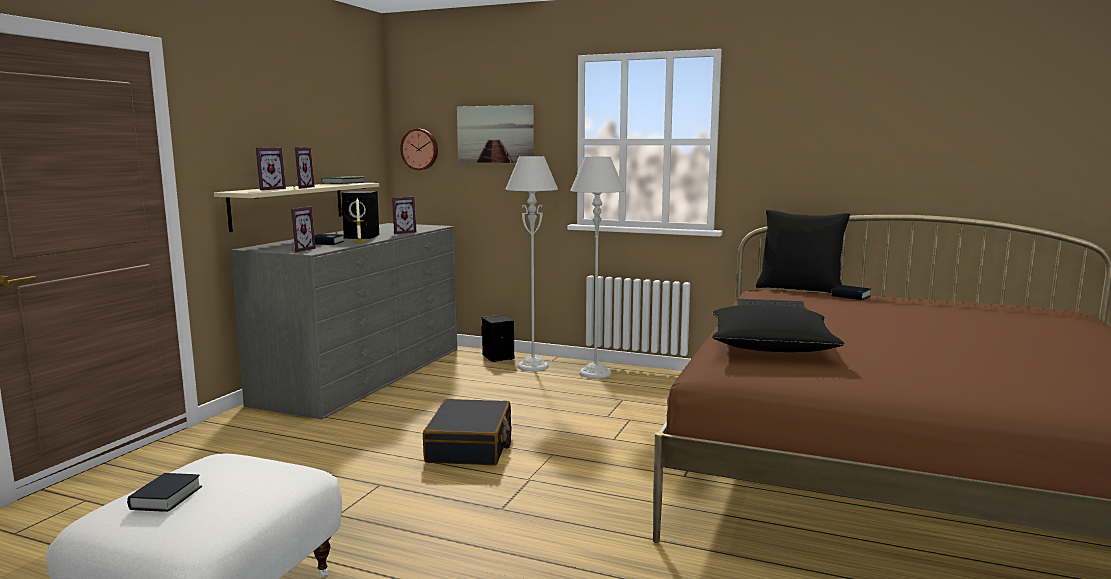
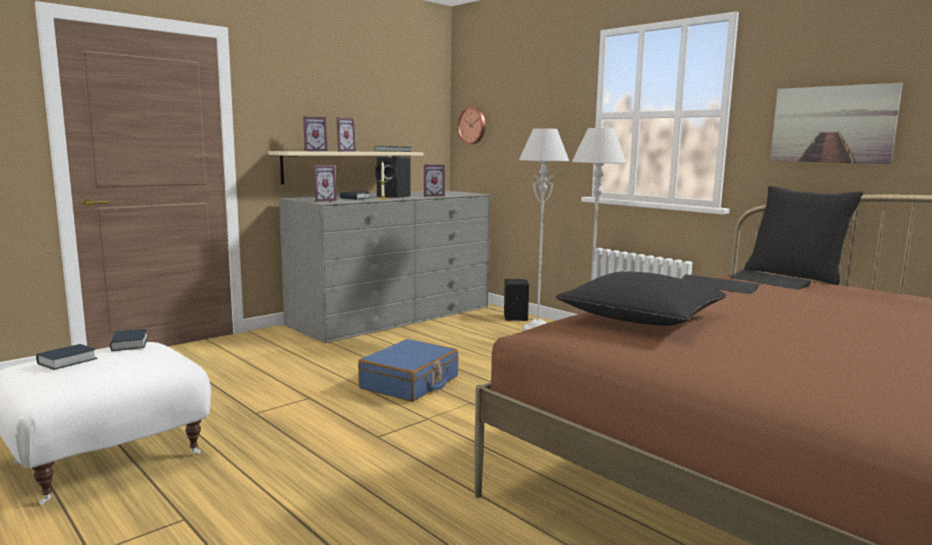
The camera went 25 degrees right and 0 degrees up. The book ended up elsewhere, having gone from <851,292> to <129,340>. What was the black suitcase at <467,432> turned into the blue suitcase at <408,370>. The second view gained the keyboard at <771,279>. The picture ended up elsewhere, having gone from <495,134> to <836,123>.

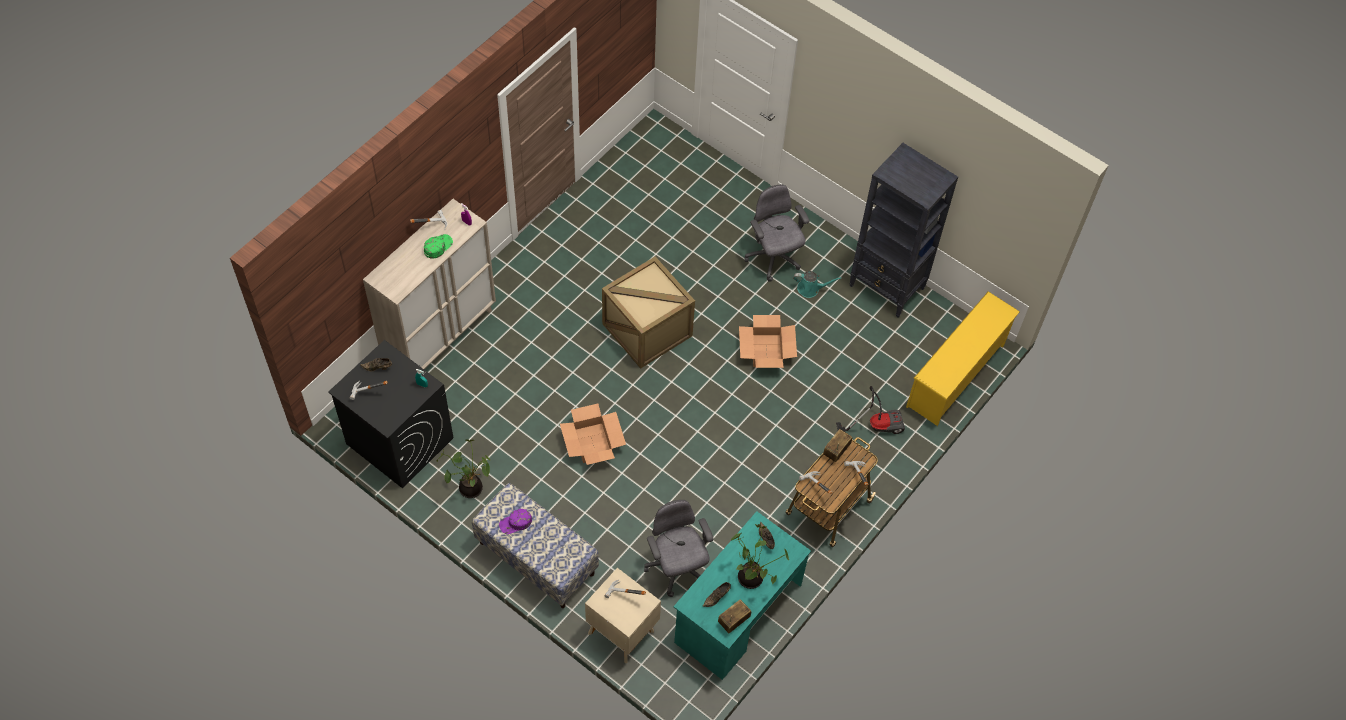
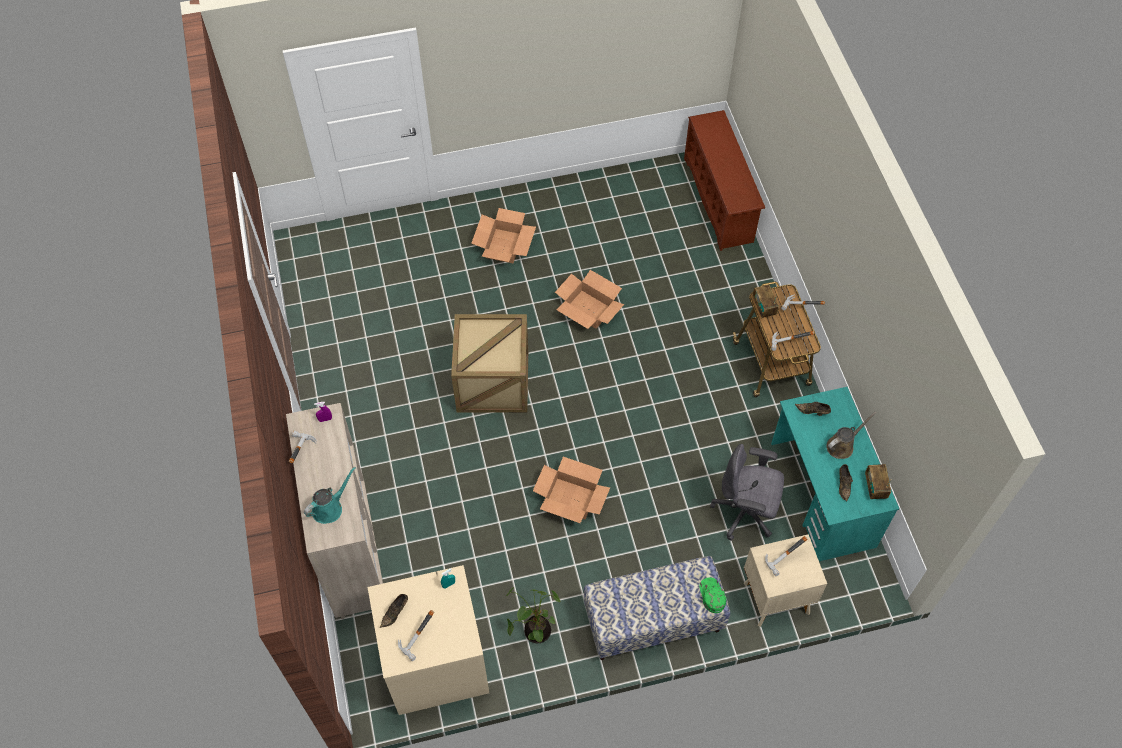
The camera went 50 degrees left and 0 degrees up. The turquoise watering can ended up elsewhere, having gone from <817,284> to <330,495>. What was the black washing machine at <390,414> turned into the beige washing machine at <428,640>. Where the grey office chair stood at <777,233>, the cardboard box came to stand at <503,235>. What was the yellow shoe rack at <963,358> turned into the brown shoe rack at <724,180>. The green cap ended up elsewhere, having gone from <438,246> to <713,595>. Where the potted plant stood at <760,556>, the brown watering can came to stand at <851,435>. The second view lost the purple cap at <515,521>. The second view lost the vacuum cleaner at <870,410>. The second view lost the black bookcase at <903,230>.

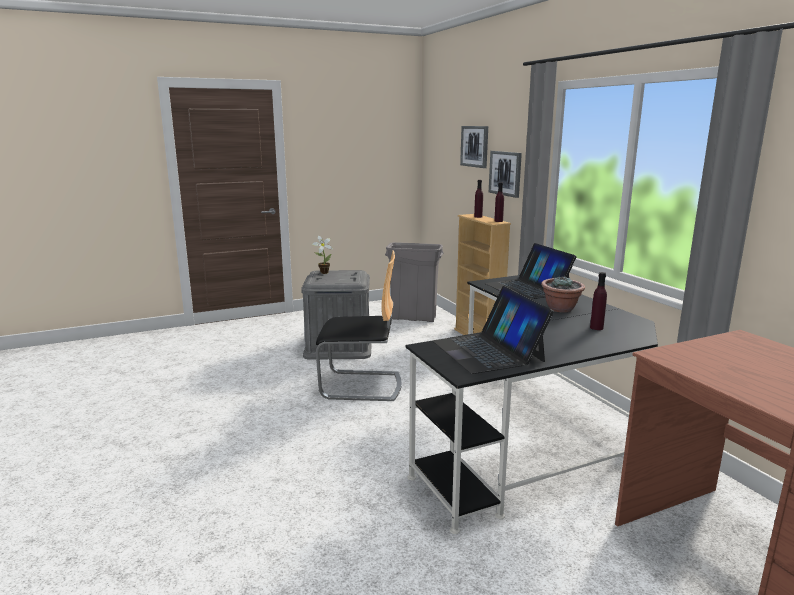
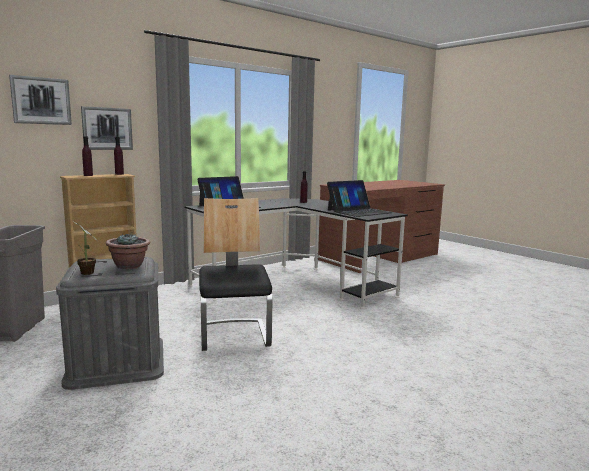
The camera went 105 degrees left and 5 degrees down. The potted plant ended up elsewhere, having gone from <563,294> to <128,251>.

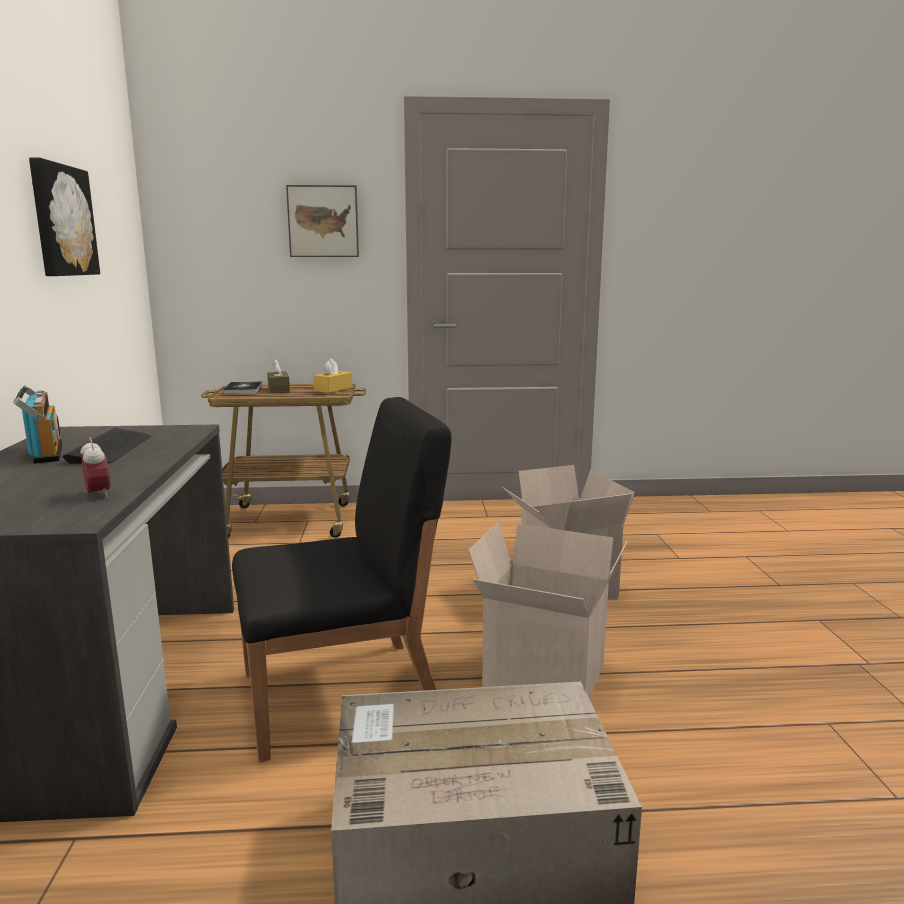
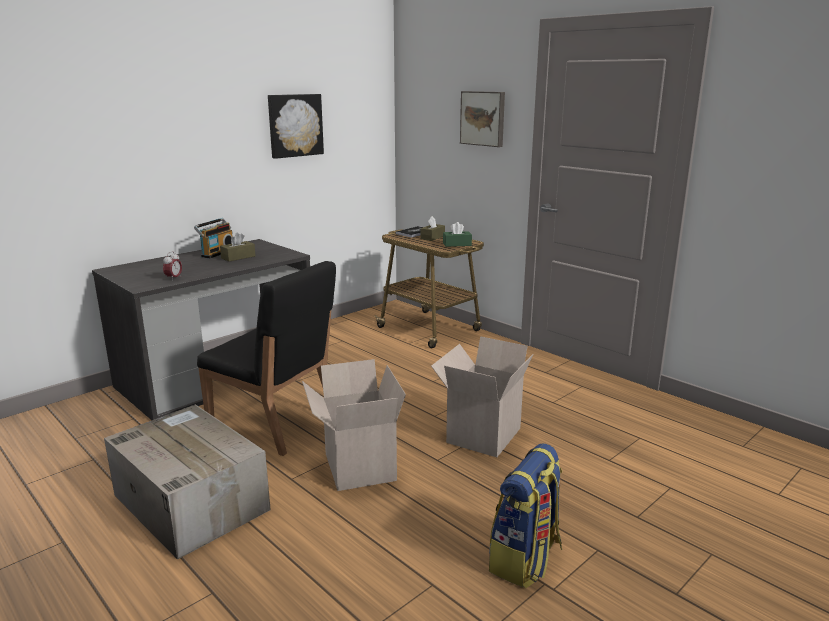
The camera went 50 degrees right and 5 degrees up. Where the keyboard stood at <106,446>, the brown tissue box came to stand at <238,247>. What was the yellow tissue box at <333,375> turned into the green tissue box at <457,234>. The second view gained the backpack at <525,516>.

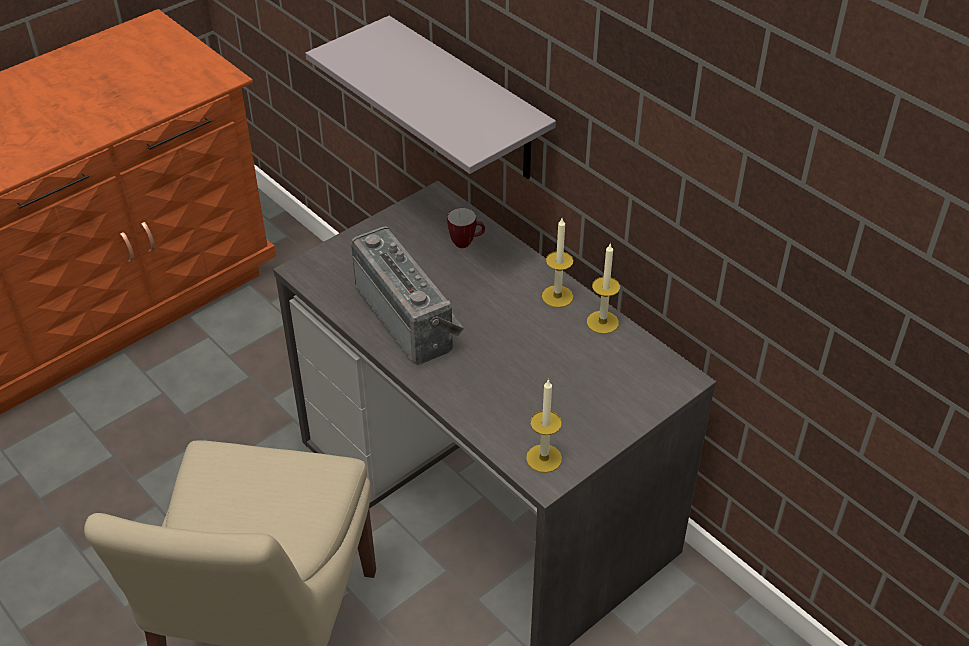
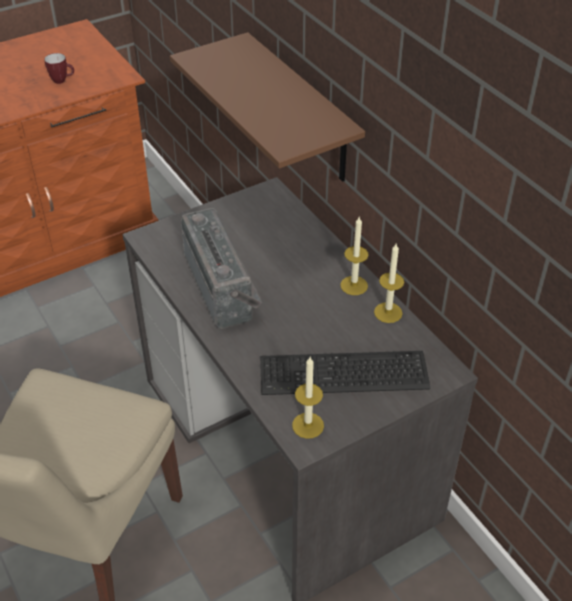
The camera went 10 degrees right and 0 degrees up. The mug ended up elsewhere, having gone from <466,228> to <59,68>. What was the grey shelf at <431,97> turned into the brown shelf at <267,107>. The second view gained the keyboard at <345,373>.

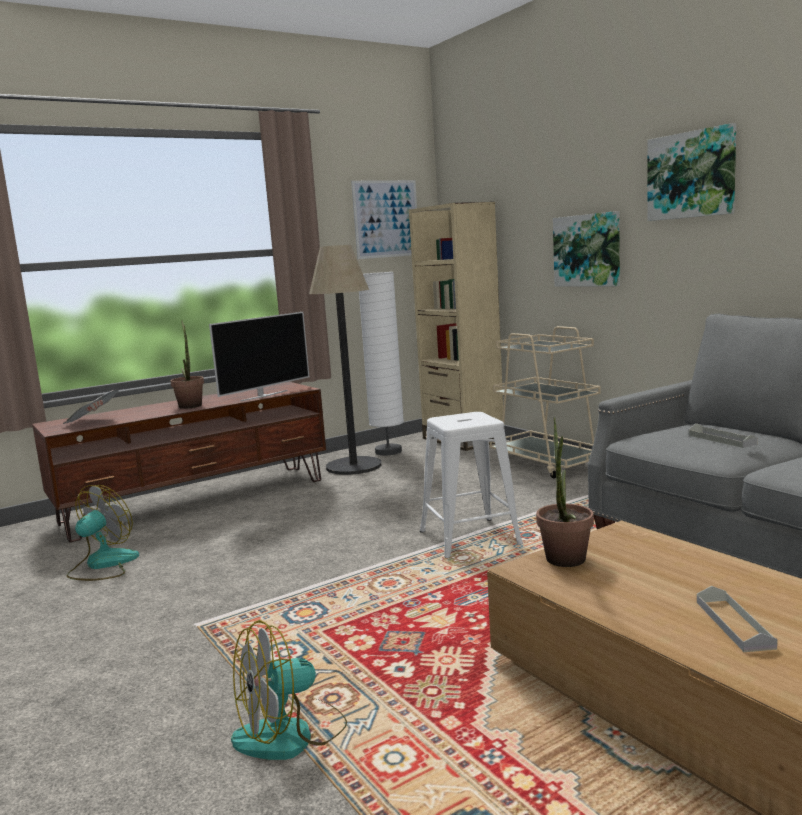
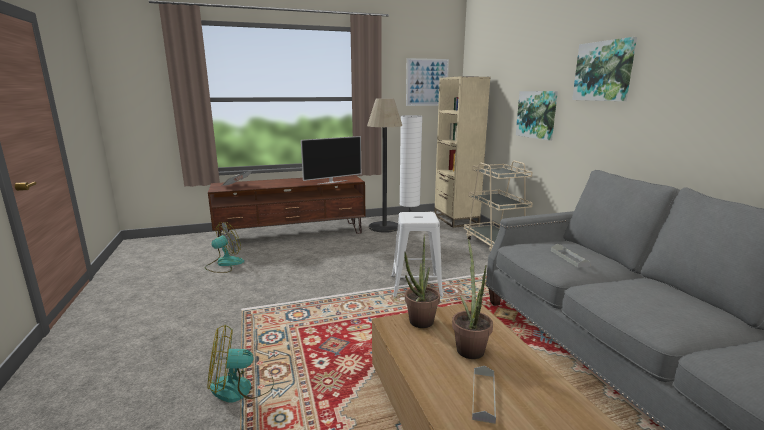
The camera went 15 degrees right and 5 degrees up. The potted plant ended up elsewhere, having gone from <187,364> to <472,299>.

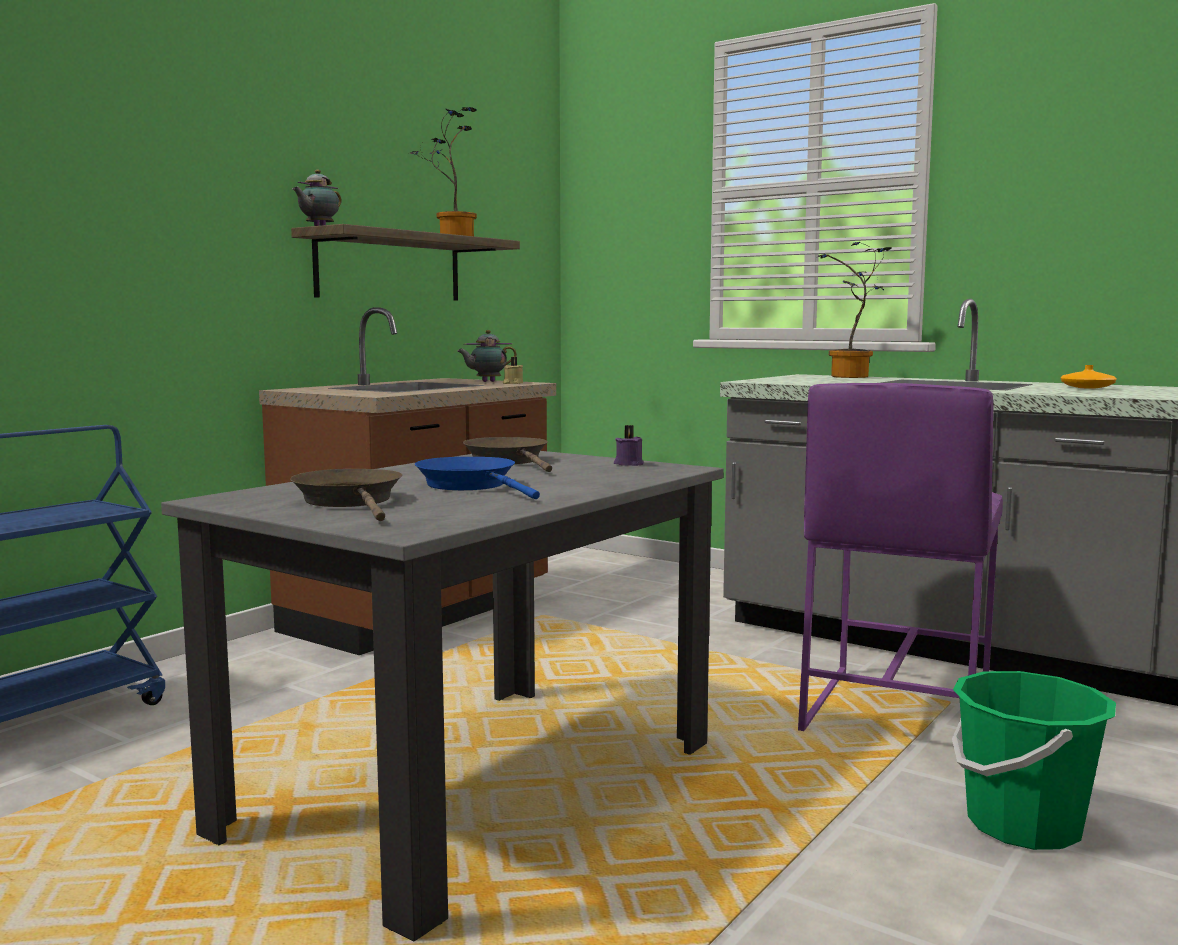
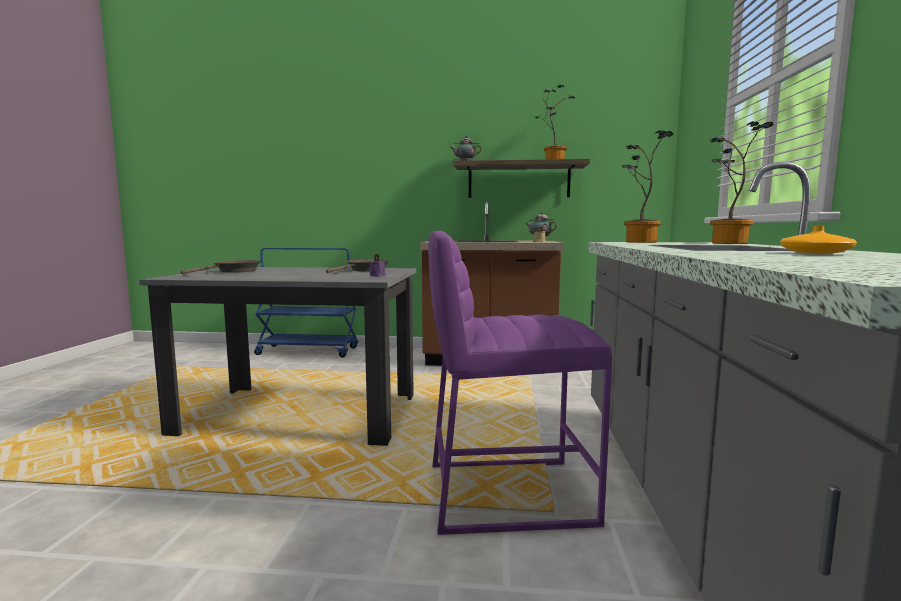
The camera went 60 degrees right and 0 degrees up. The second view gained the potted plant at <647,186>. The second view lost the blue frying pan at <477,478>. The second view lost the green bucket at <1034,760>.

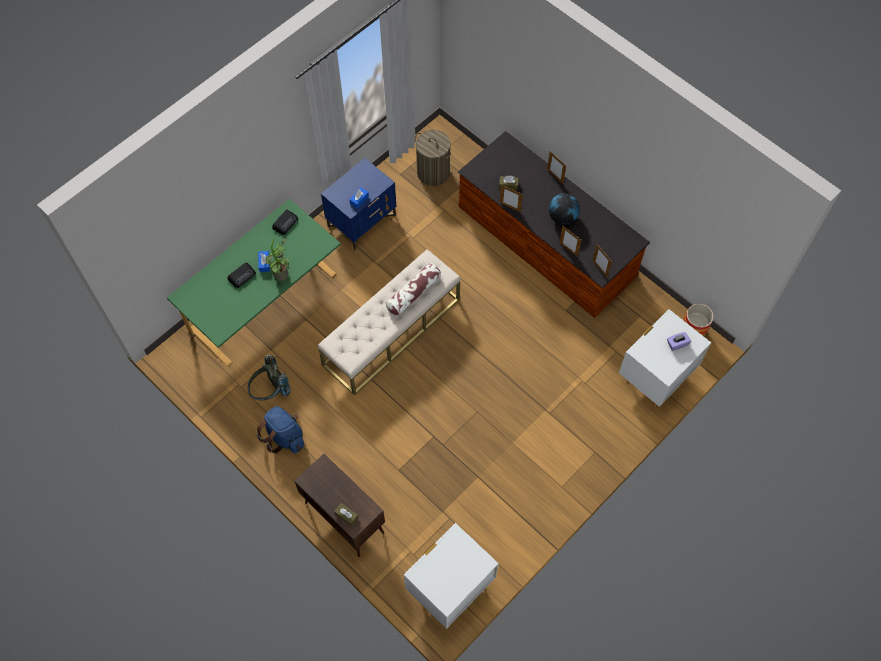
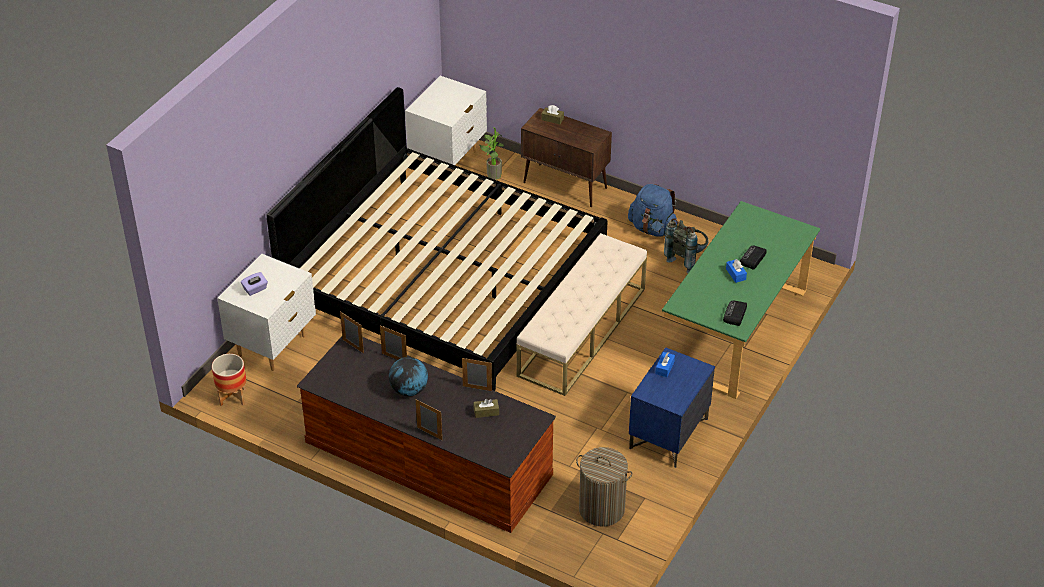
The camera went 165 degrees right and 20 degrees down. The second view gained the bed at <437,239>. The potted plant ended up elsewhere, having gone from <277,259> to <491,153>. The second view lost the pillow at <413,289>.

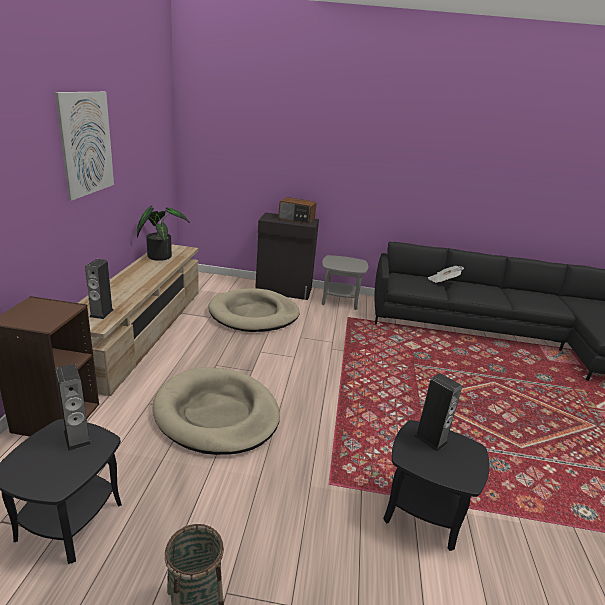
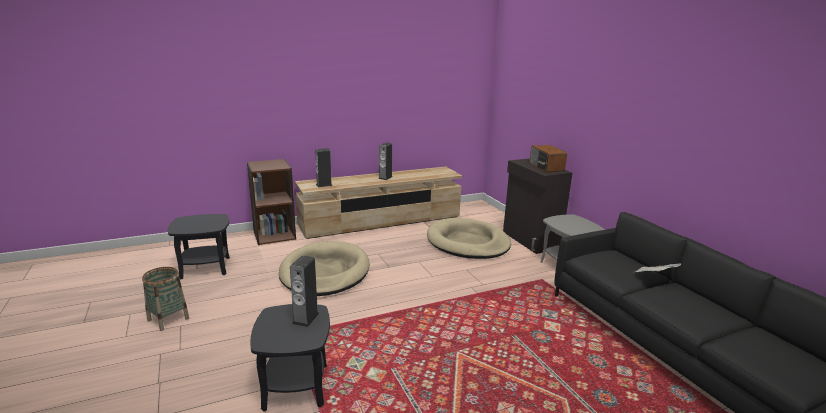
The camera went 60 degrees right and 5 degrees down. The speaker ended up elsewhere, having gone from <73,407> to <385,161>. The second view lost the picture at <84,146>. The second view lost the potted plant at <163,233>.

